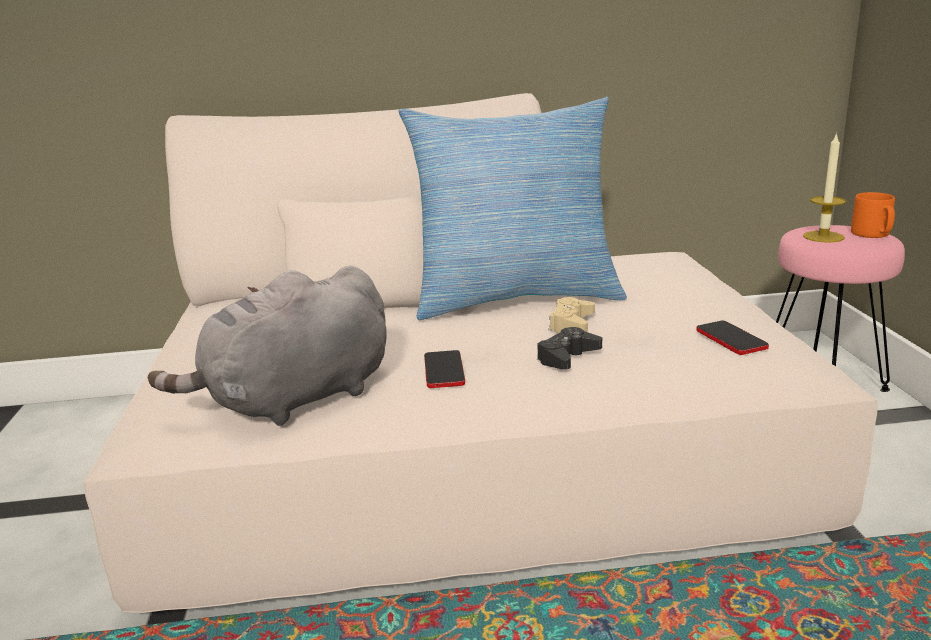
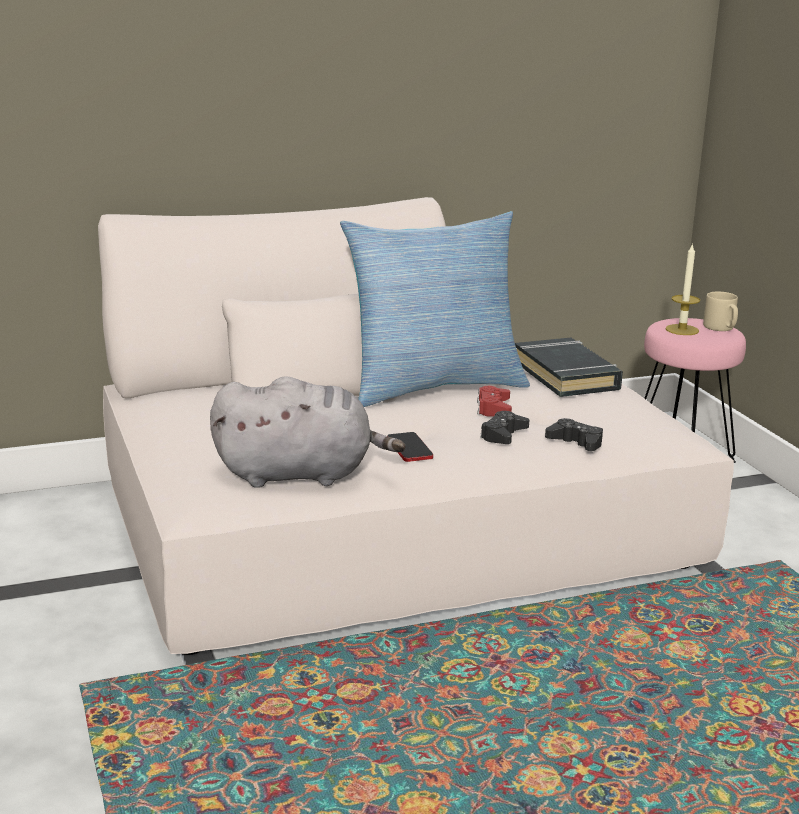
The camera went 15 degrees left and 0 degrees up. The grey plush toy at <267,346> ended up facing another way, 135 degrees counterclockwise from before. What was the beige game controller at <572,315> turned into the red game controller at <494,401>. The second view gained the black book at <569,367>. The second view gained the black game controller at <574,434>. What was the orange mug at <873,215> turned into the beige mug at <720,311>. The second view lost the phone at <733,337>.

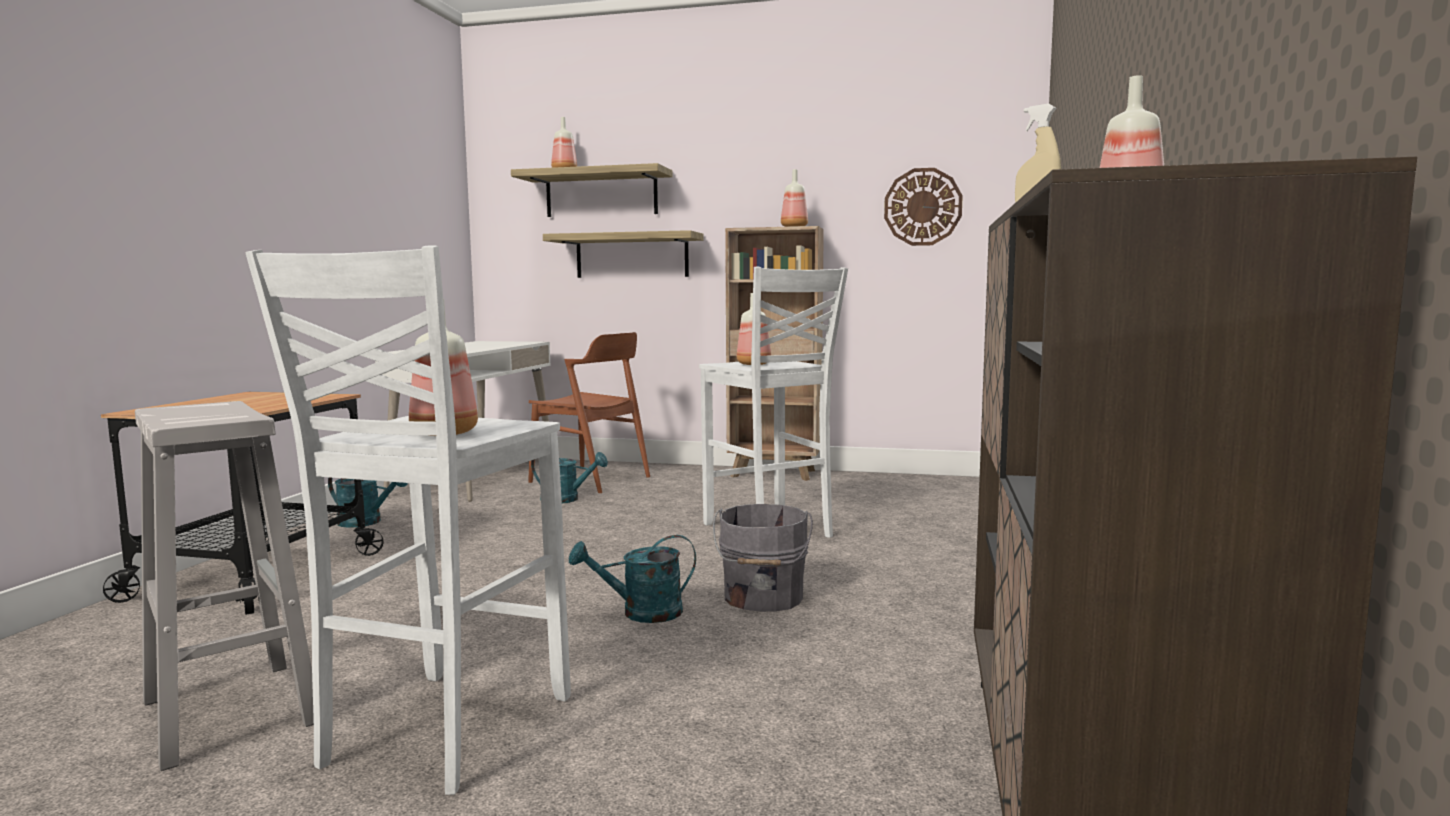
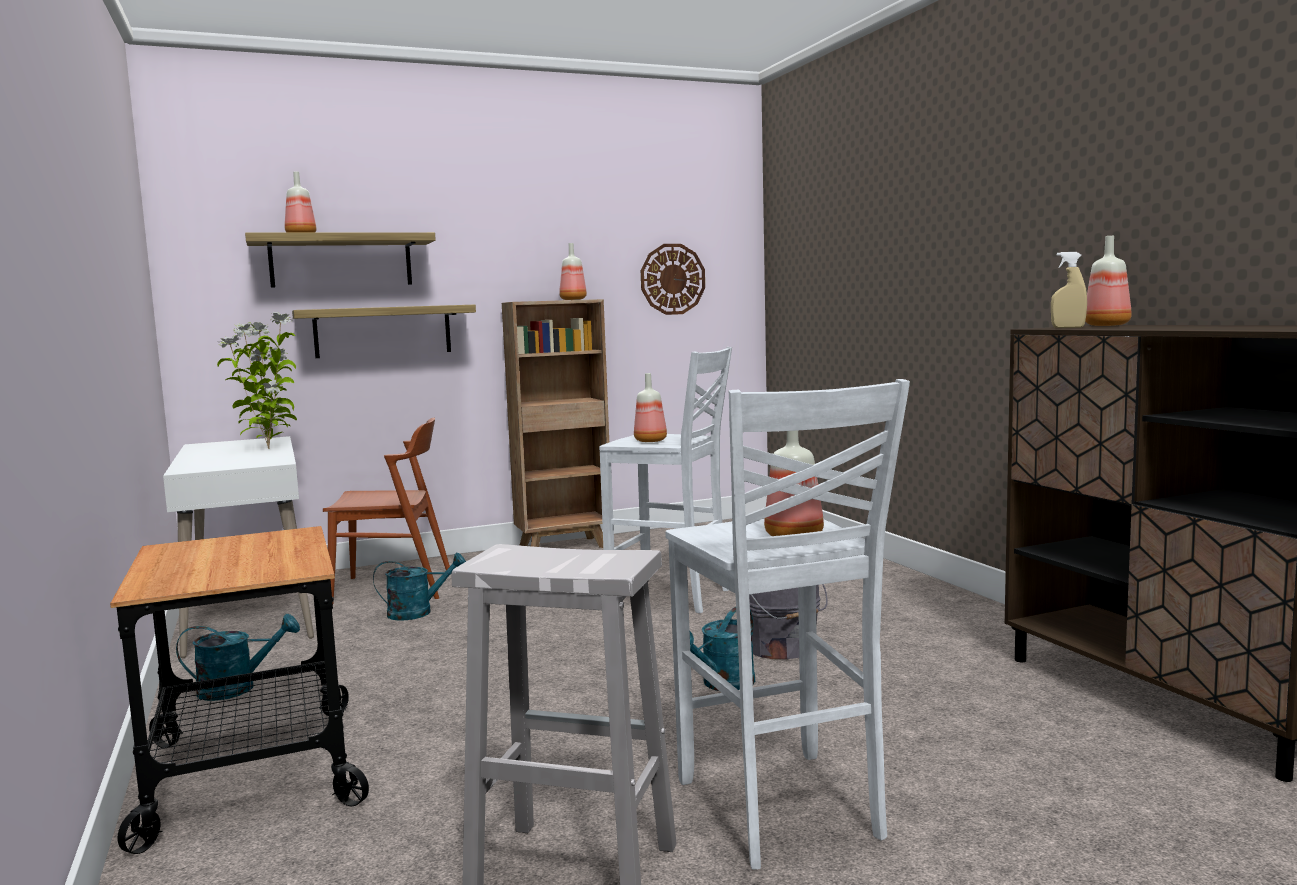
The camera went 35 degrees left and 0 degrees up. The second view gained the potted plant at <257,380>.

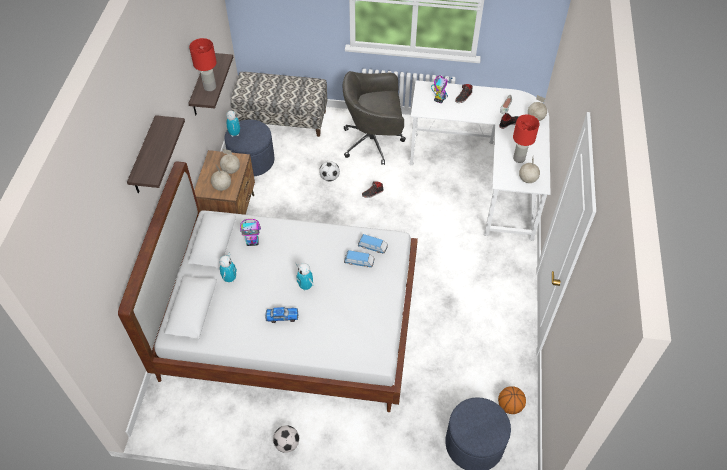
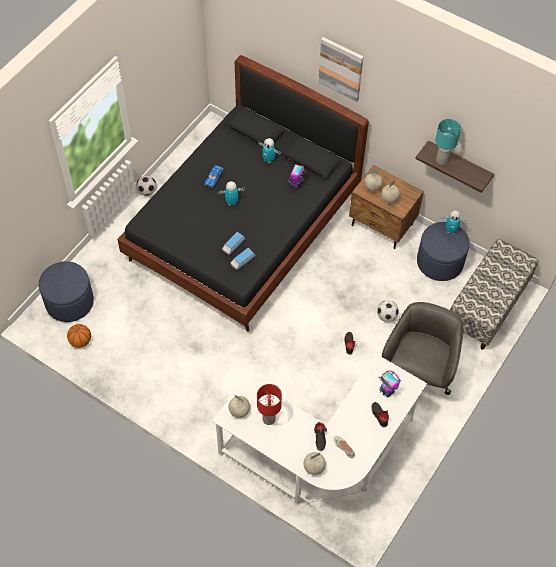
The camera went 115 degrees right and 5 degrees up. What was the white bed at <268,286> turned into the black bed at <243,193>. Where the shelf hung at <156,154>, the picture came to hang at <340,69>. What was the red table lamp at <203,64> turned into the turquoise table lamp at <448,142>.

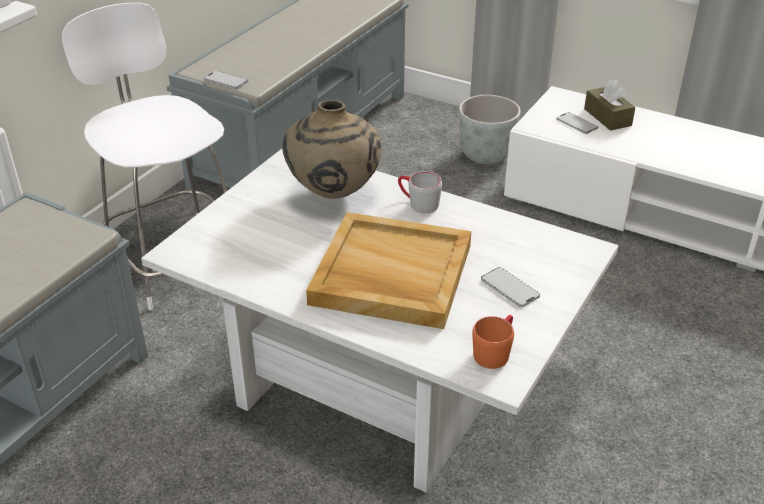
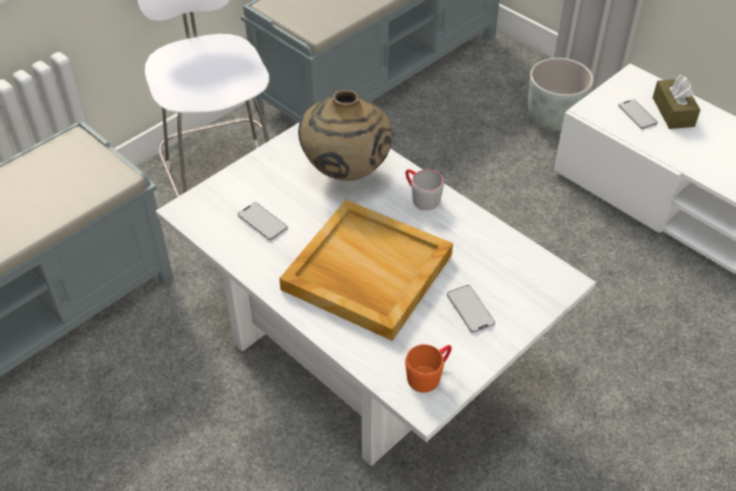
The camera went 15 degrees right and 10 degrees up. The phone ended up elsewhere, having gone from <226,80> to <263,221>.

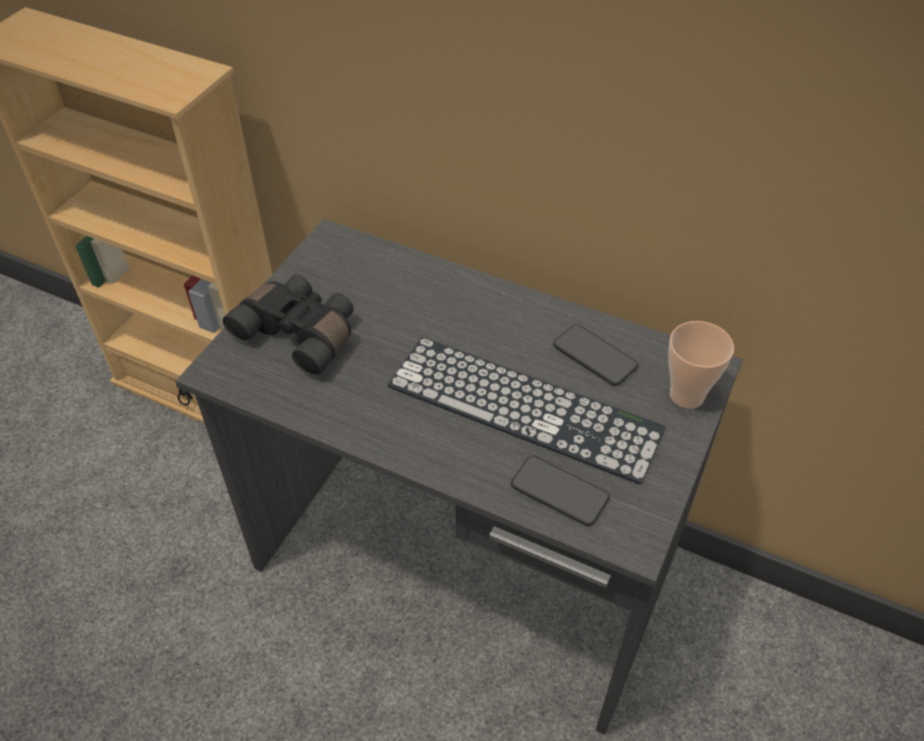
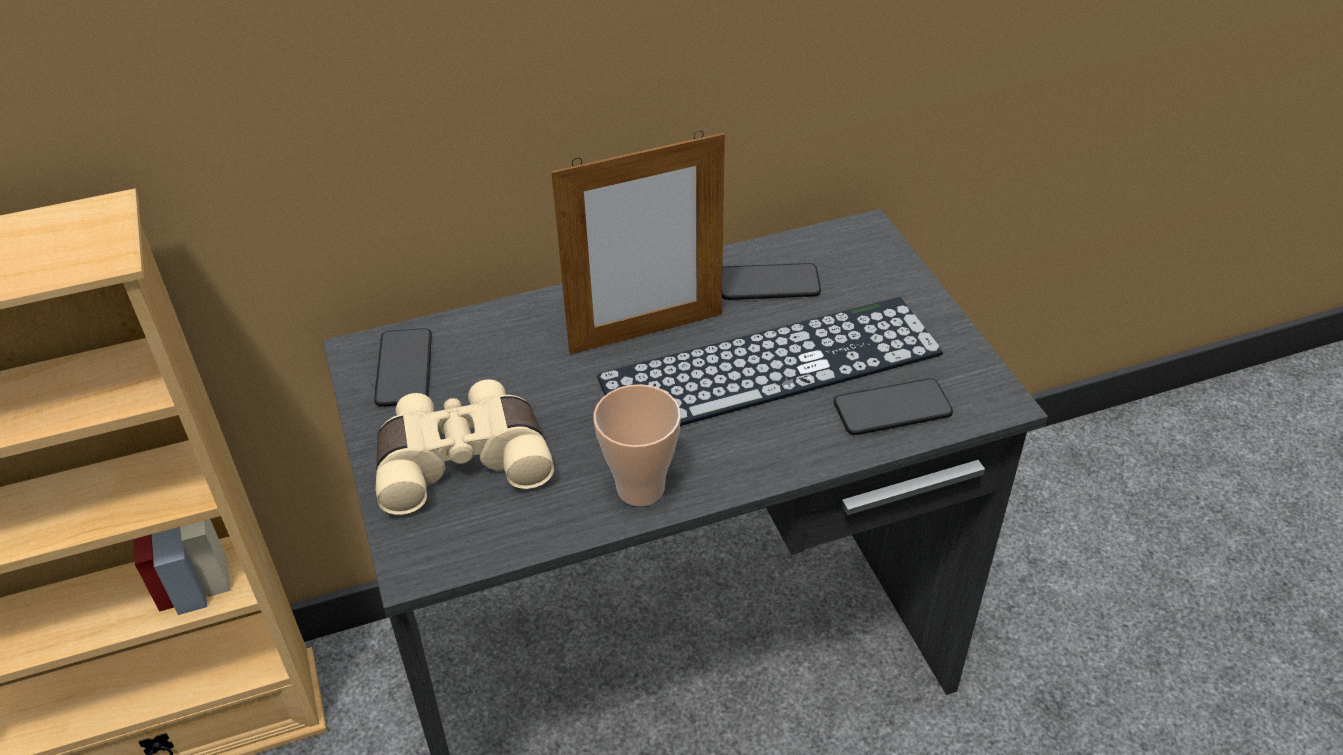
The camera went 45 degrees left and 5 degrees down. The second view gained the phone at <403,367>. What was the black binoculars at <288,326> turned into the beige binoculars at <465,447>. The second view gained the picture frame at <638,243>. The cup ended up elsewhere, having gone from <701,365> to <637,445>.

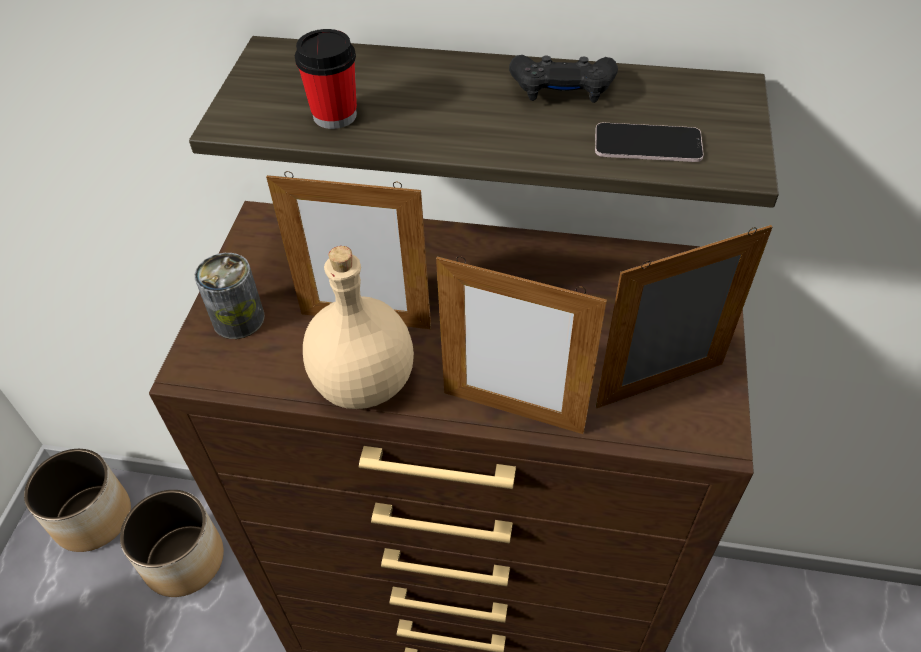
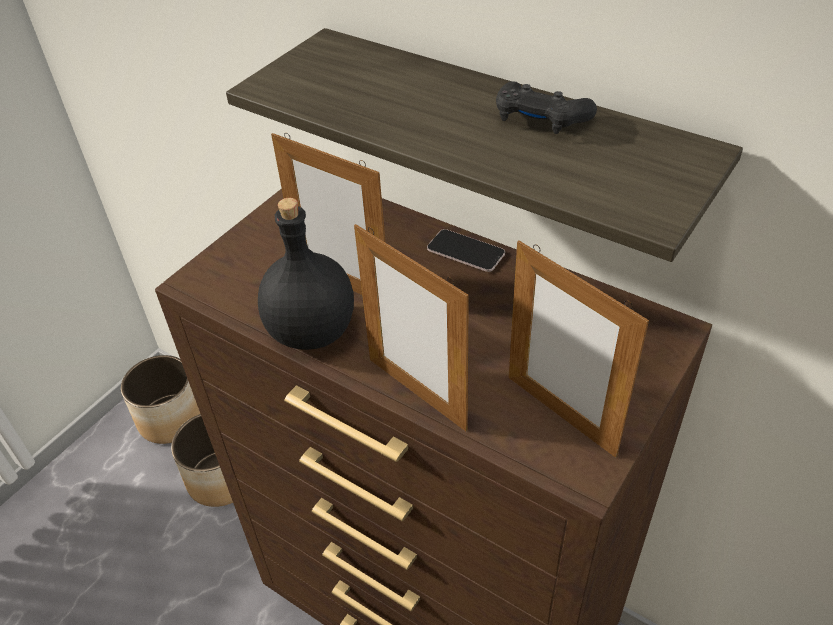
The camera went 25 degrees right and 5 degrees down. What was the beige bottle at <358,327> turned into the black bottle at <306,274>. The phone ended up elsewhere, having gone from <649,142> to <466,250>. The picture frame at <684,316> ended up facing another way, 135 degrees counterclockwise from before. The second view lost the can at <230,296>. The second view lost the cup at <326,79>.

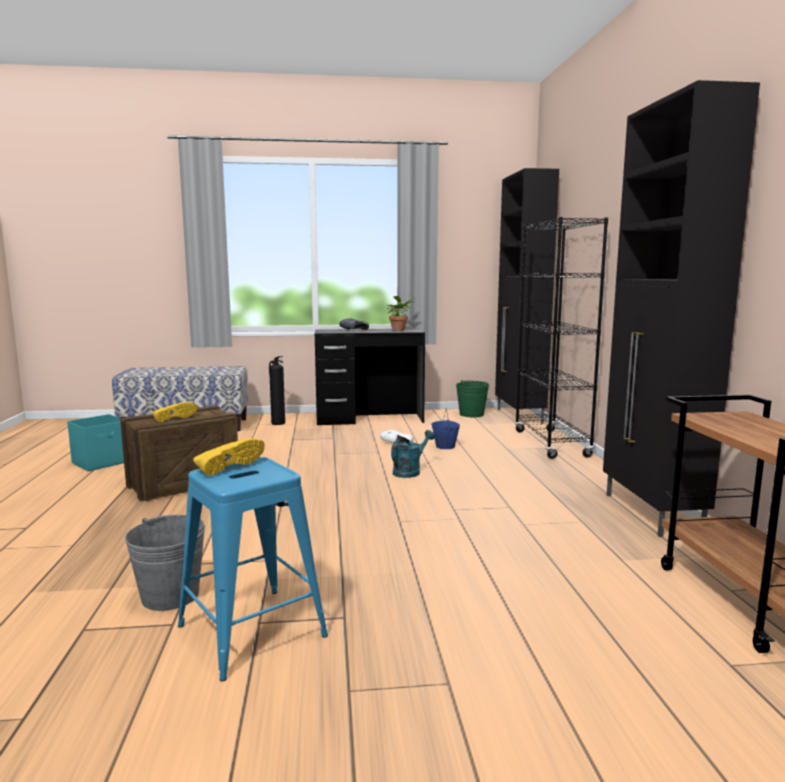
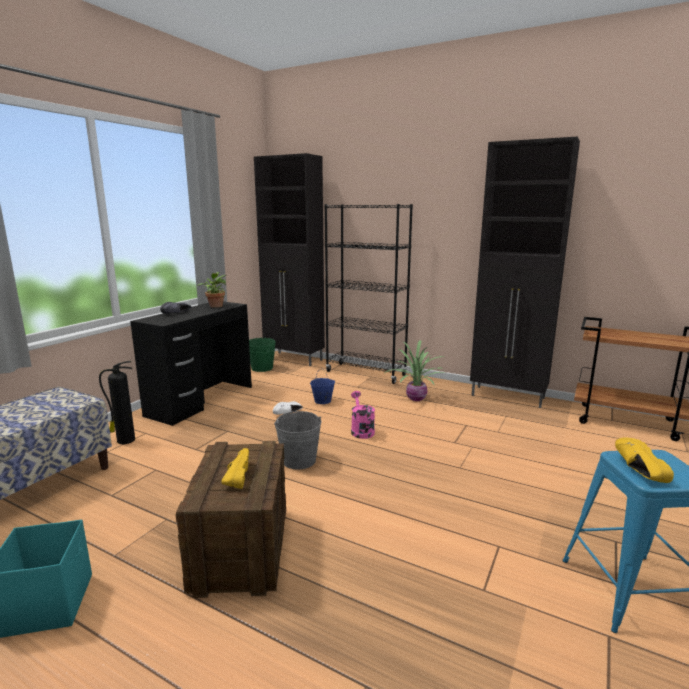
The camera went 55 degrees left and 5 degrees up. The grey bucket ended up elsewhere, having gone from <165,563> to <297,440>. What was the turquoise watering can at <413,454> turned into the pink watering can at <363,415>. The second view gained the potted plant at <415,370>.

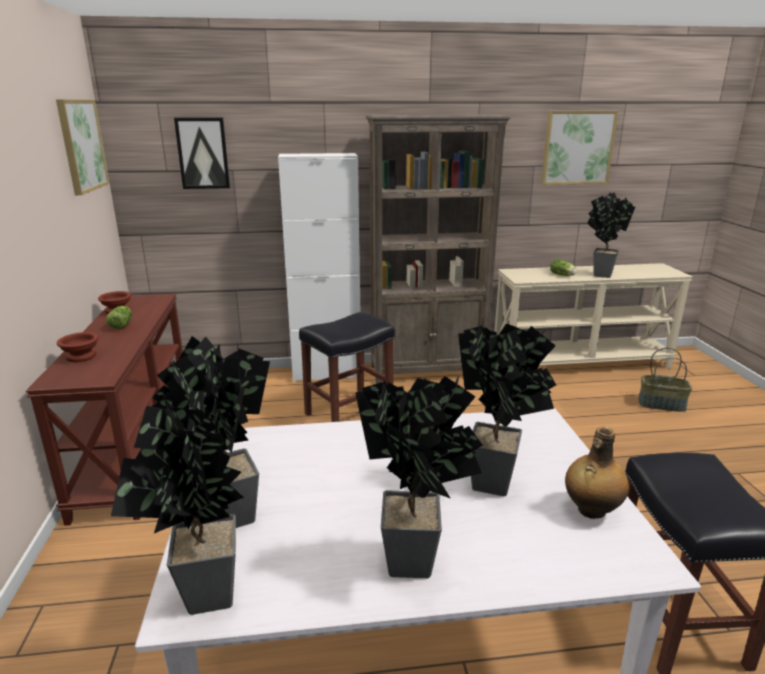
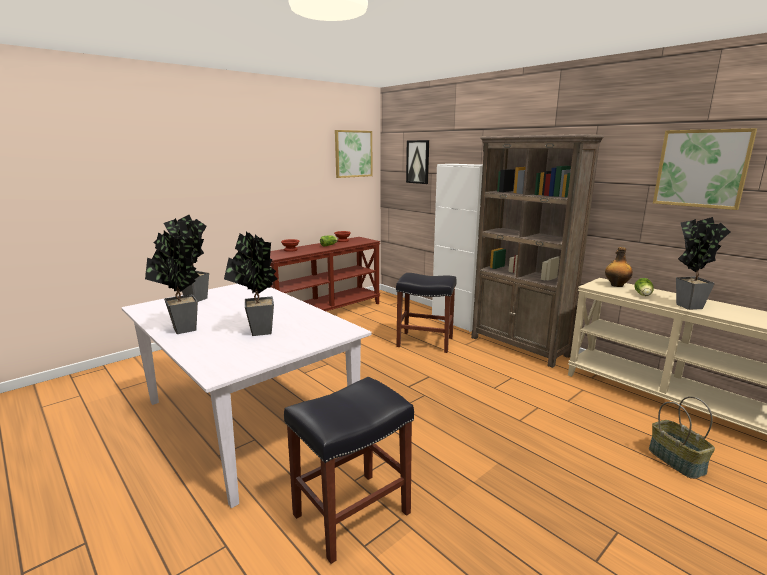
The camera went 55 degrees right and 5 degrees down. The bottle ended up elsewhere, having gone from <597,472> to <619,267>. The second view lost the potted plant at <177,501>.

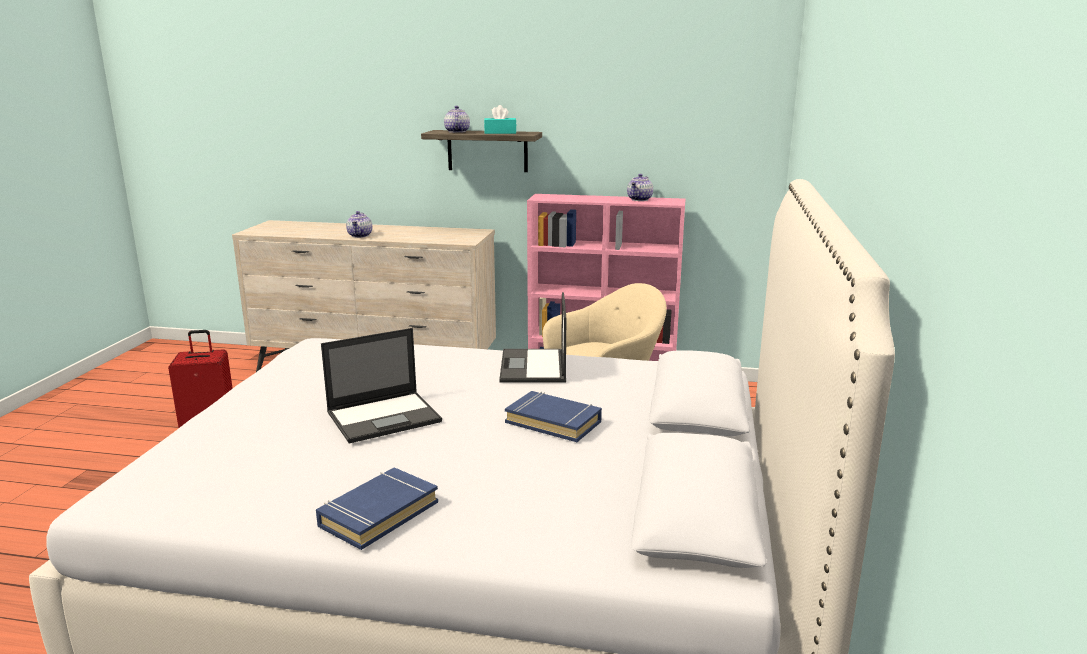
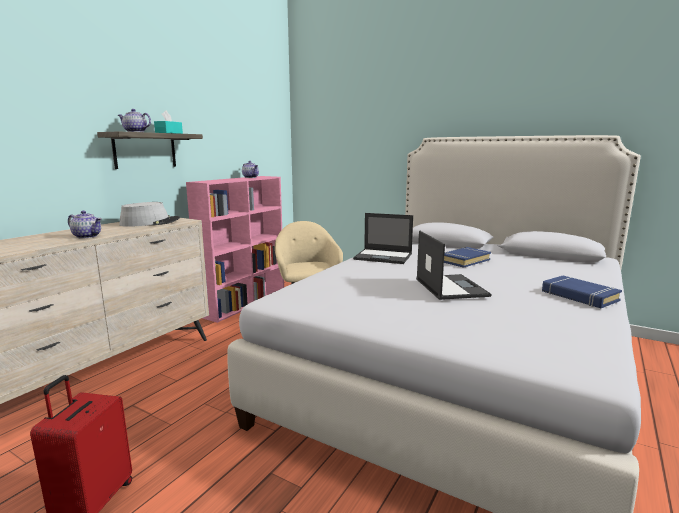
The camera went 70 degrees left and 5 degrees down. The second view gained the grey hat at <150,214>.

